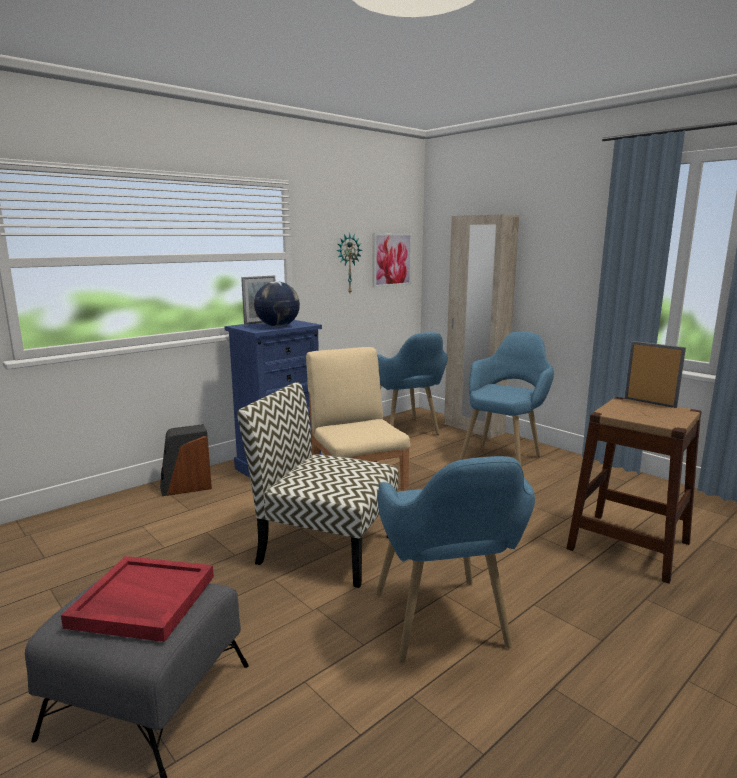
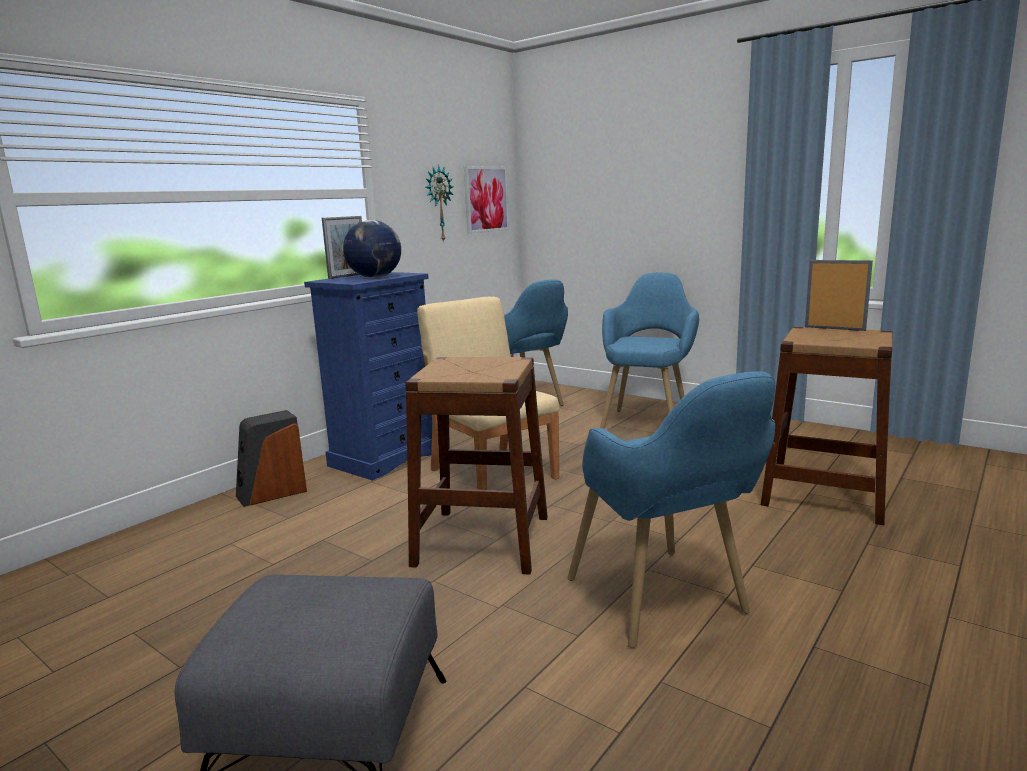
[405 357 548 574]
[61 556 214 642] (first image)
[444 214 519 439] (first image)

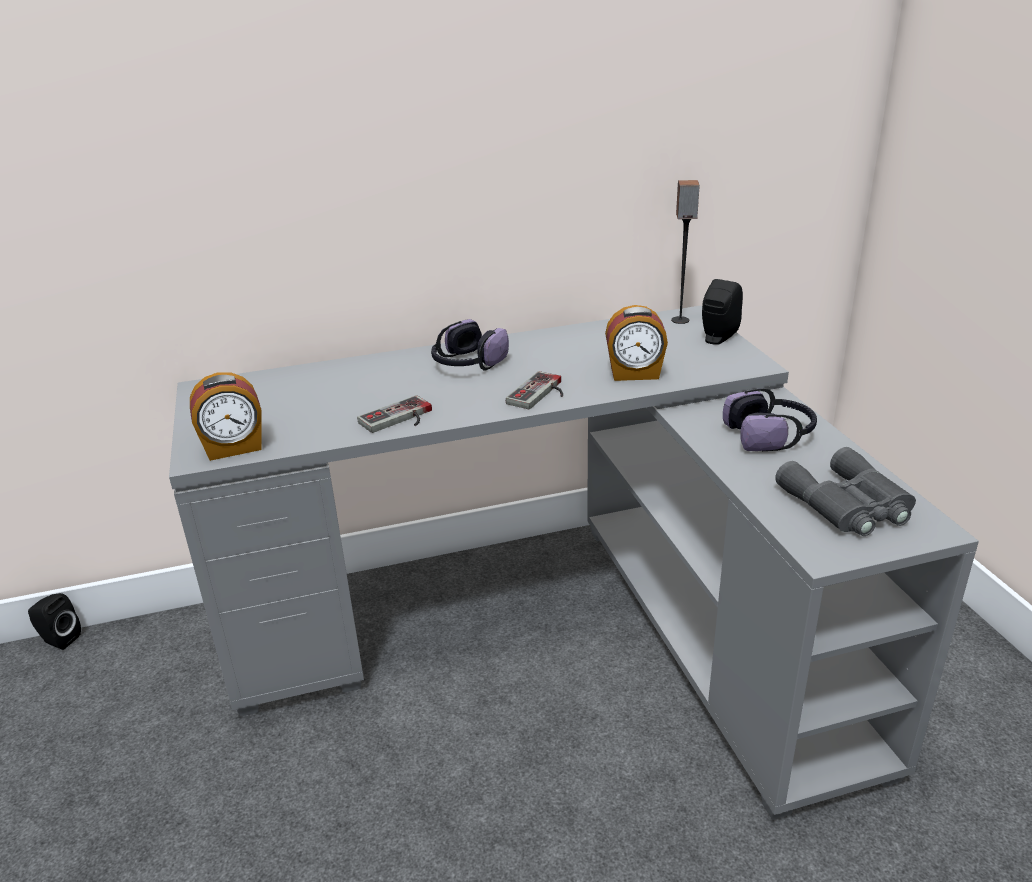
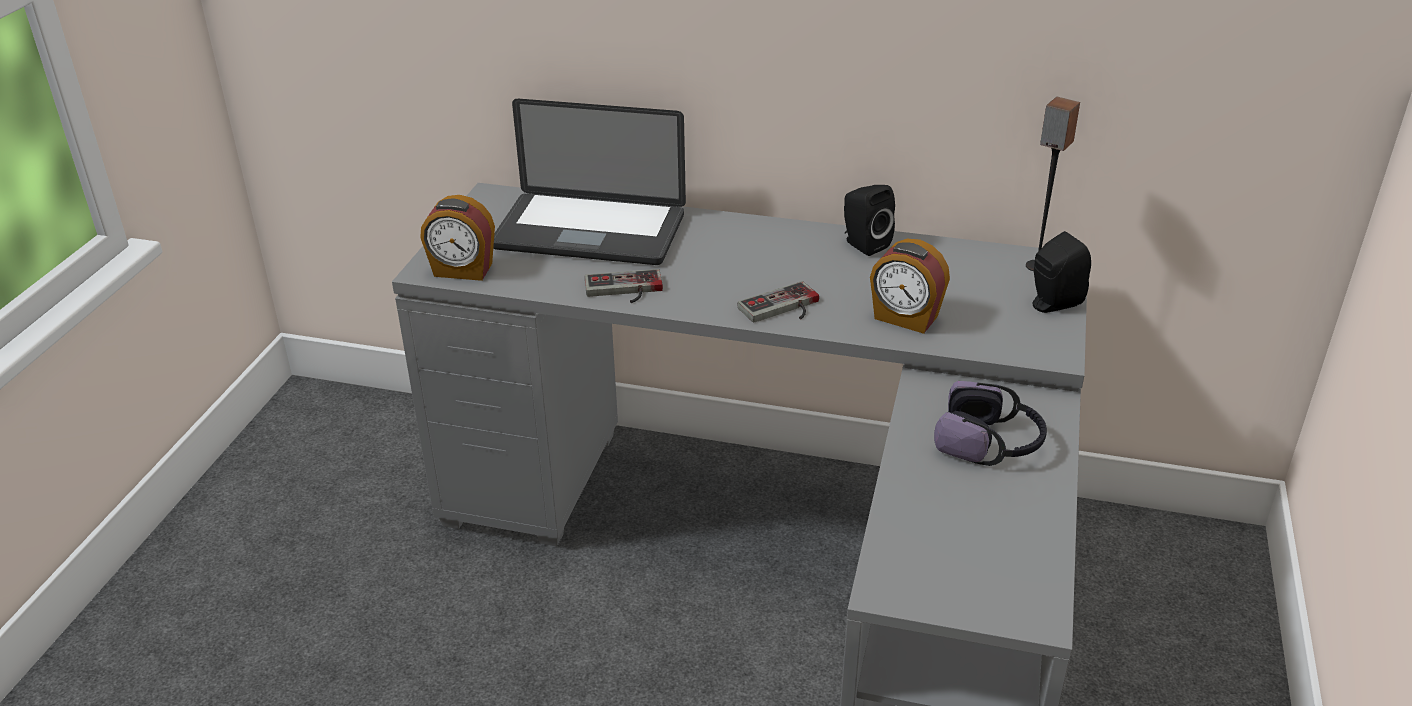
[493 99 686 265]
[844 185 895 256]
[431 319 509 371] (first image)
[775 447 916 536] (first image)

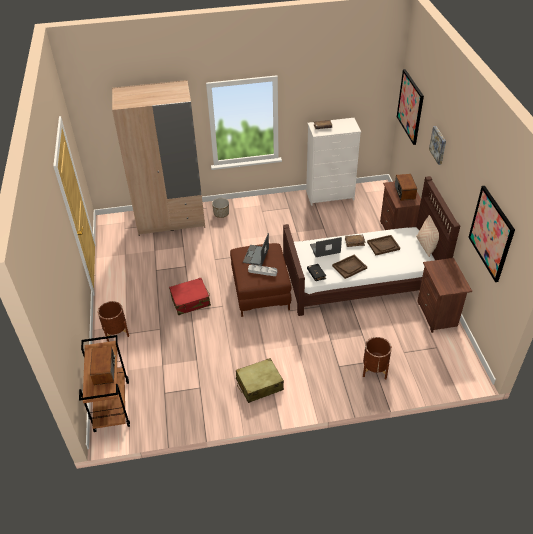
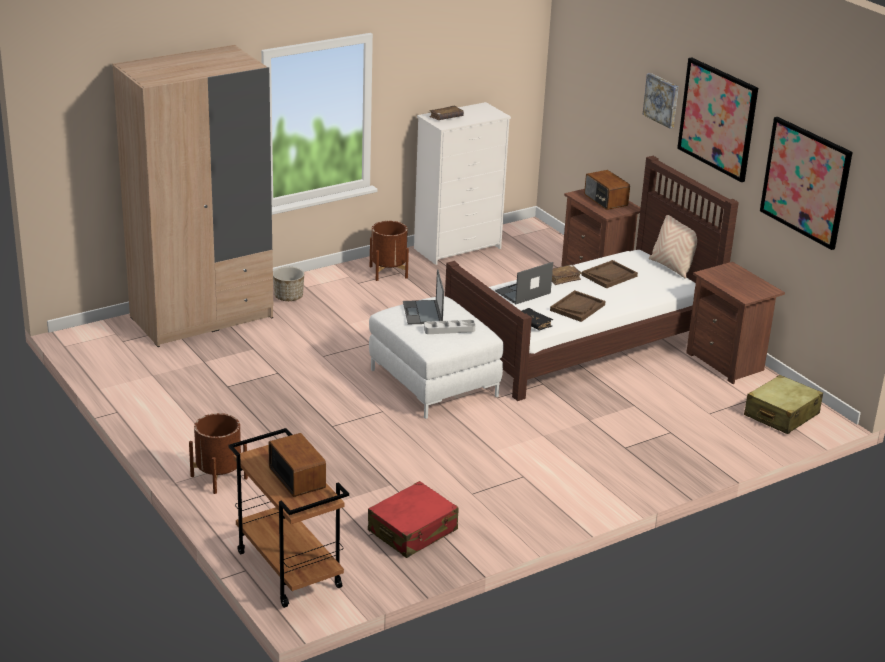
[368 481 459 558]
[369 296 504 419]
[370 221 409 281]
[677 57 758 182]
[744 375 823 434]

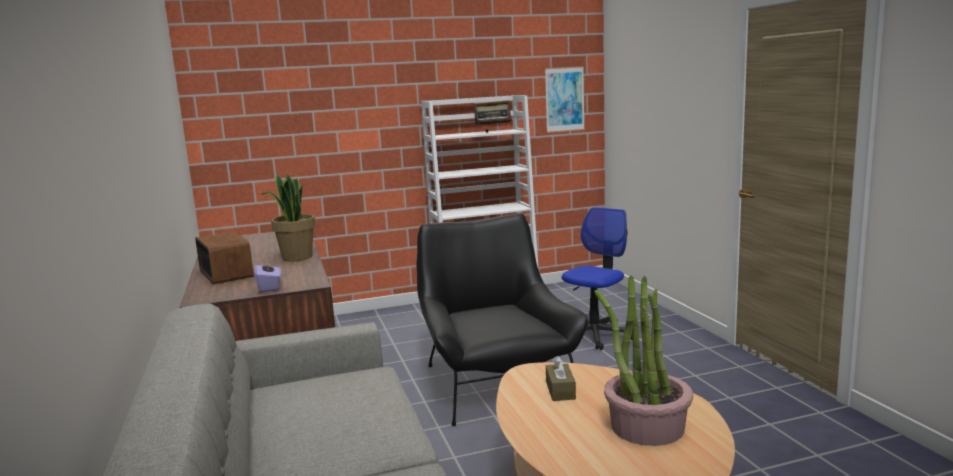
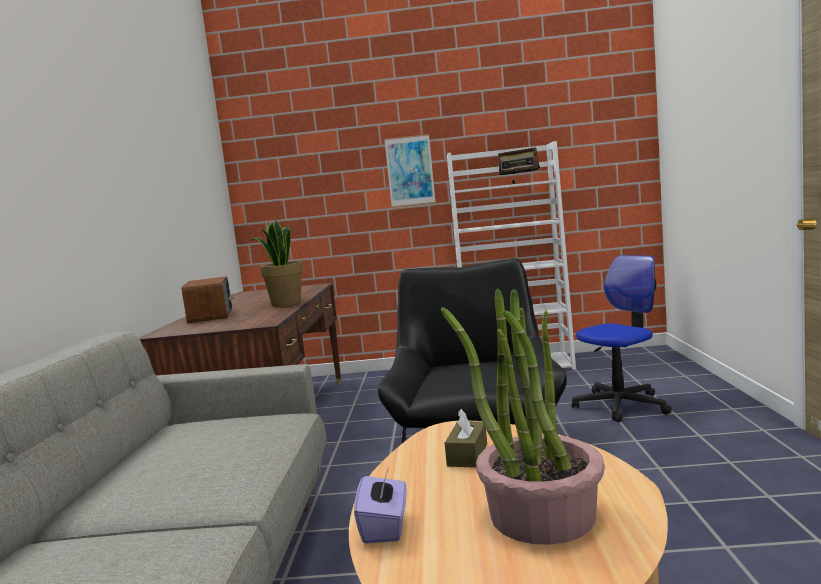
[354 467 407 544]
[384 134 436 208]

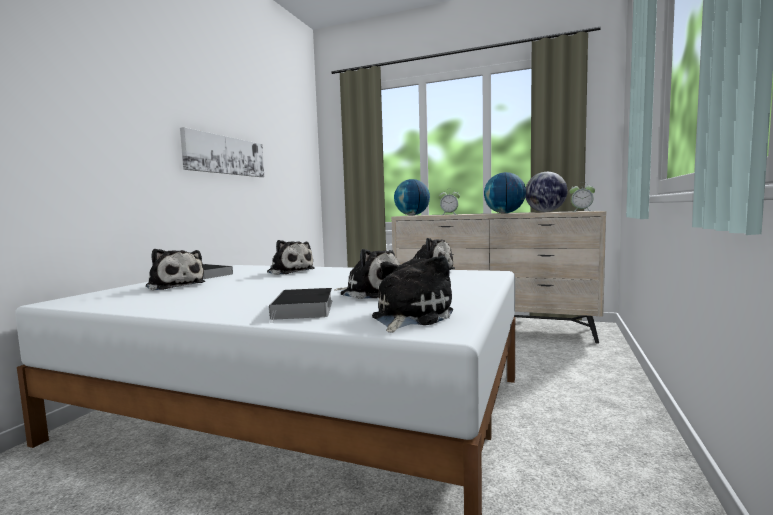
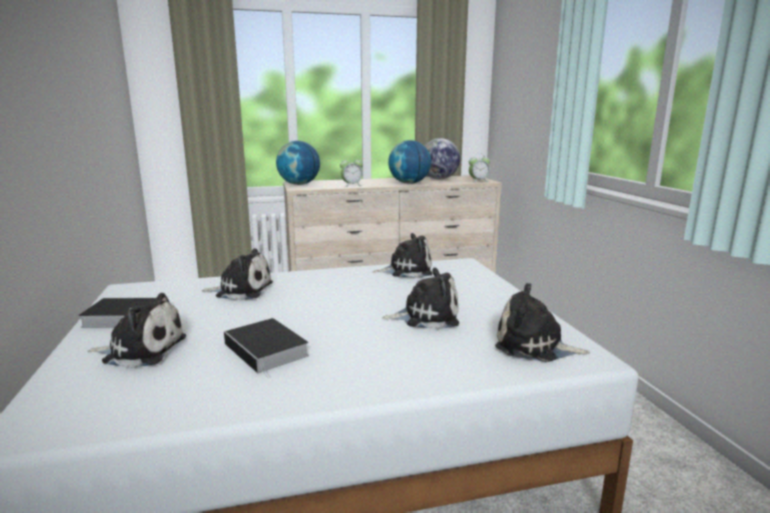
[224 318 309 378]
[495 283 590 362]
[180 127 264 177] (first image)

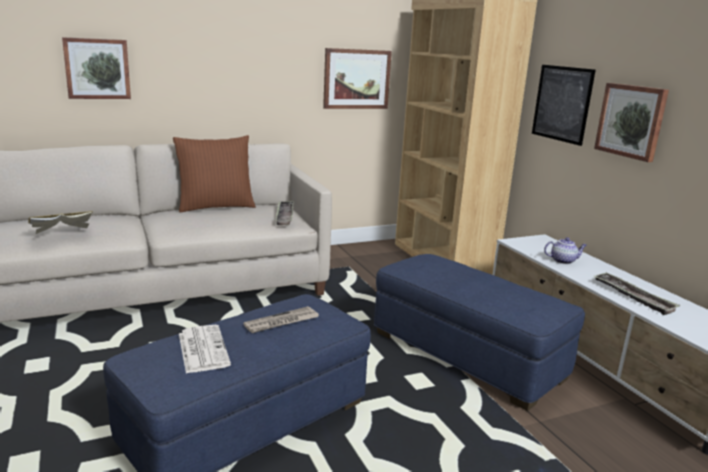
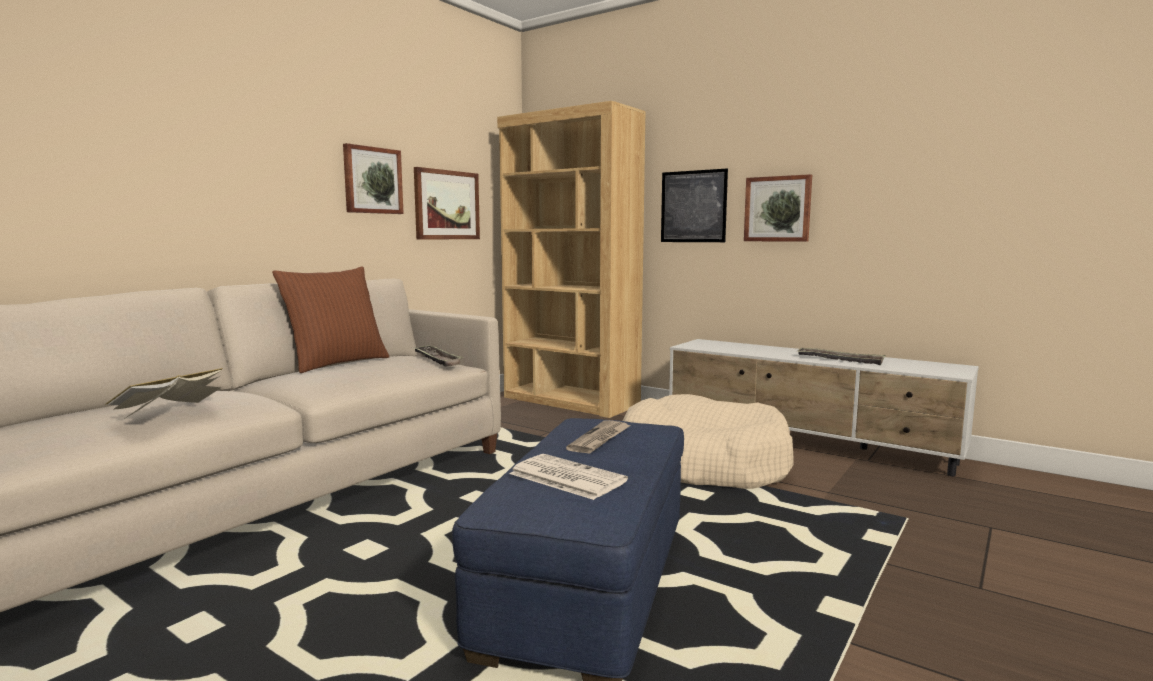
[343 143 404 214]
[622 394 794 489]
[544 237 587 264] (first image)

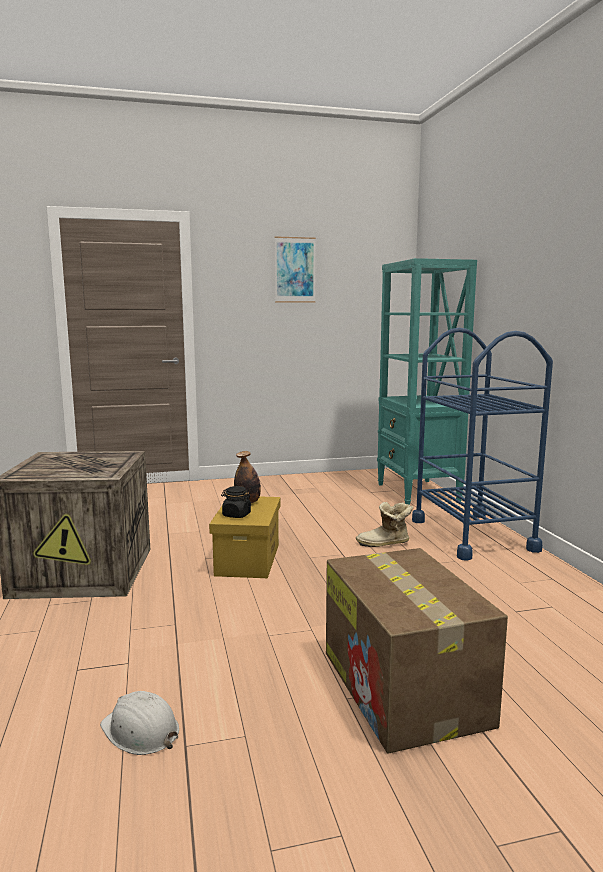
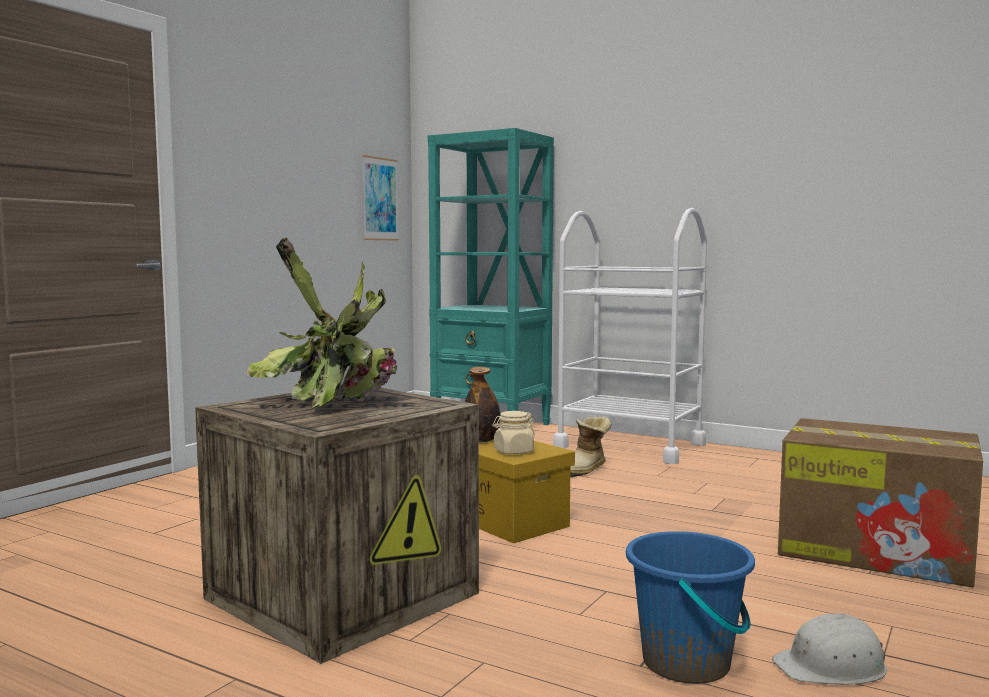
[247 237 397 409]
[362 155 399 241]
[492 411 535 454]
[553 208 707 464]
[626 531 755 684]

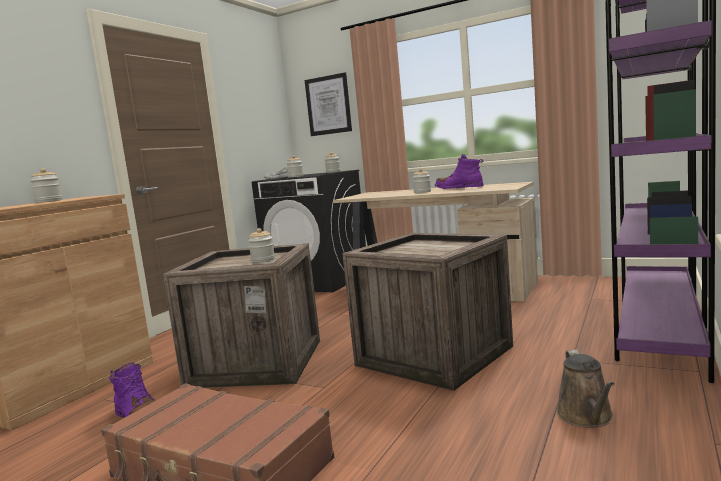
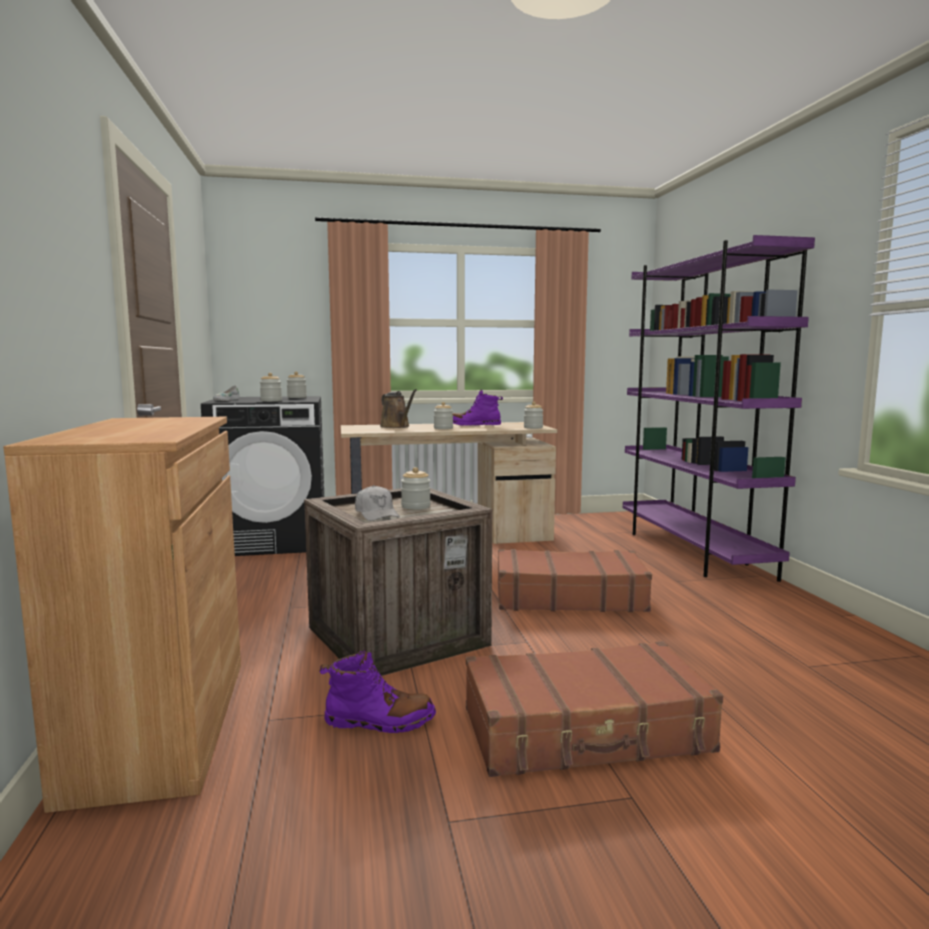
[355 485 400 521]
[380 389 417 428]
[498 549 652 612]
[524 402 543 429]
[305 72 352 136] (first image)

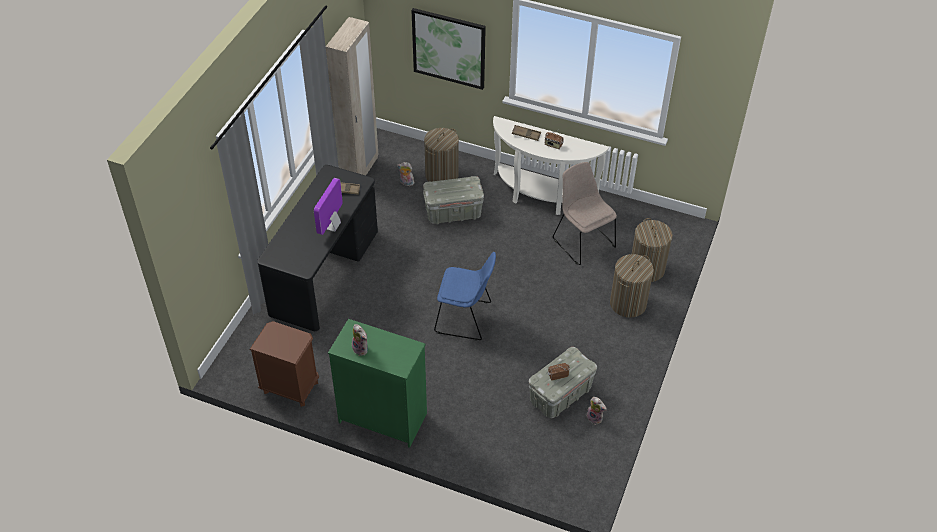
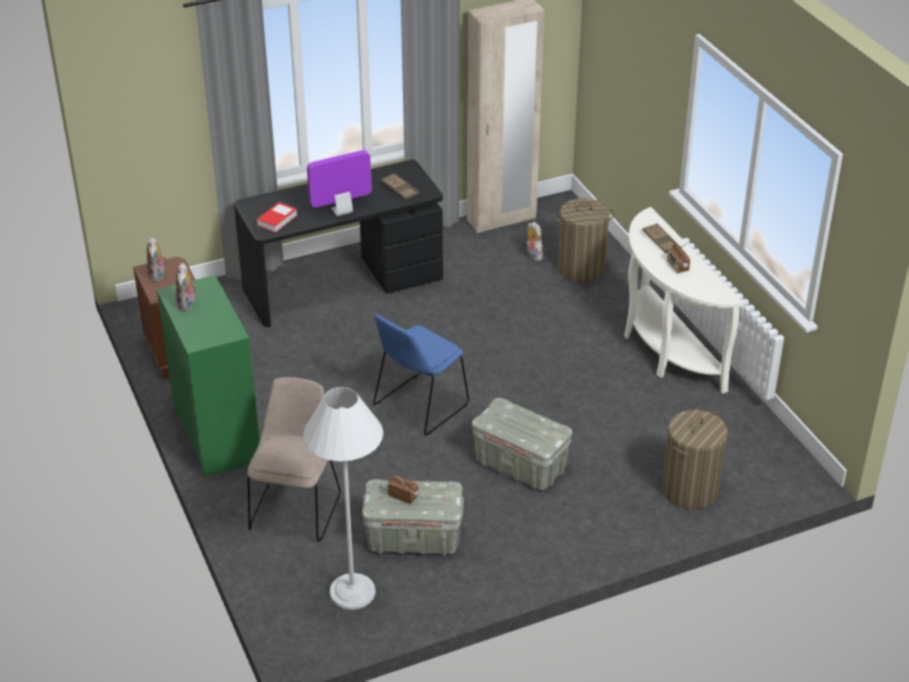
[147 237 166 282]
[247 377 341 542]
[256 202 298 233]
[303 387 383 610]
[373 314 469 435]
[472 398 572 490]
[411 8 486 90] (first image)
[610 254 654 317] (first image)

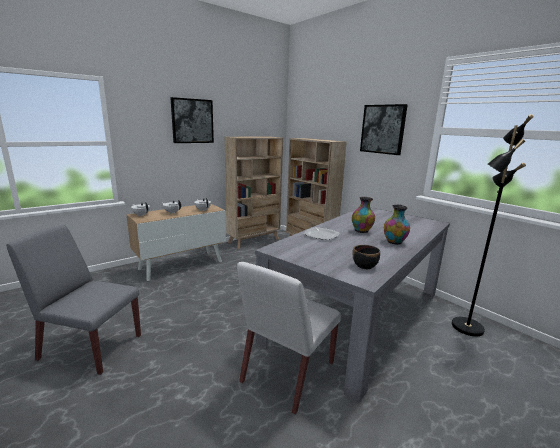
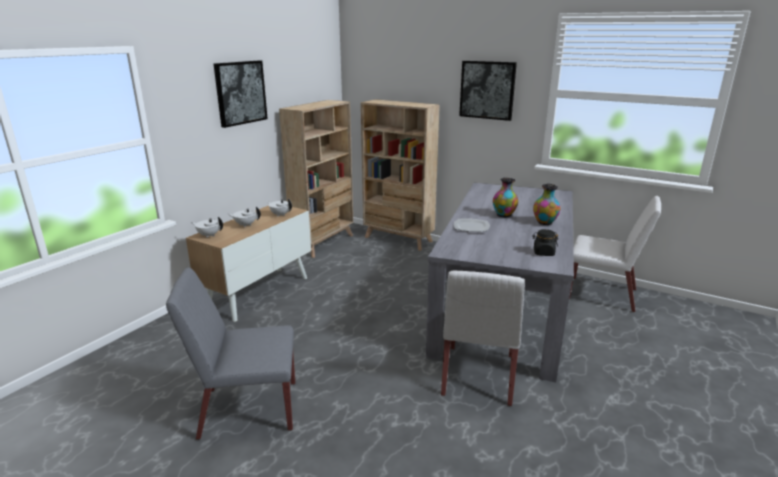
[532 229 558 256]
[569 196 661 312]

